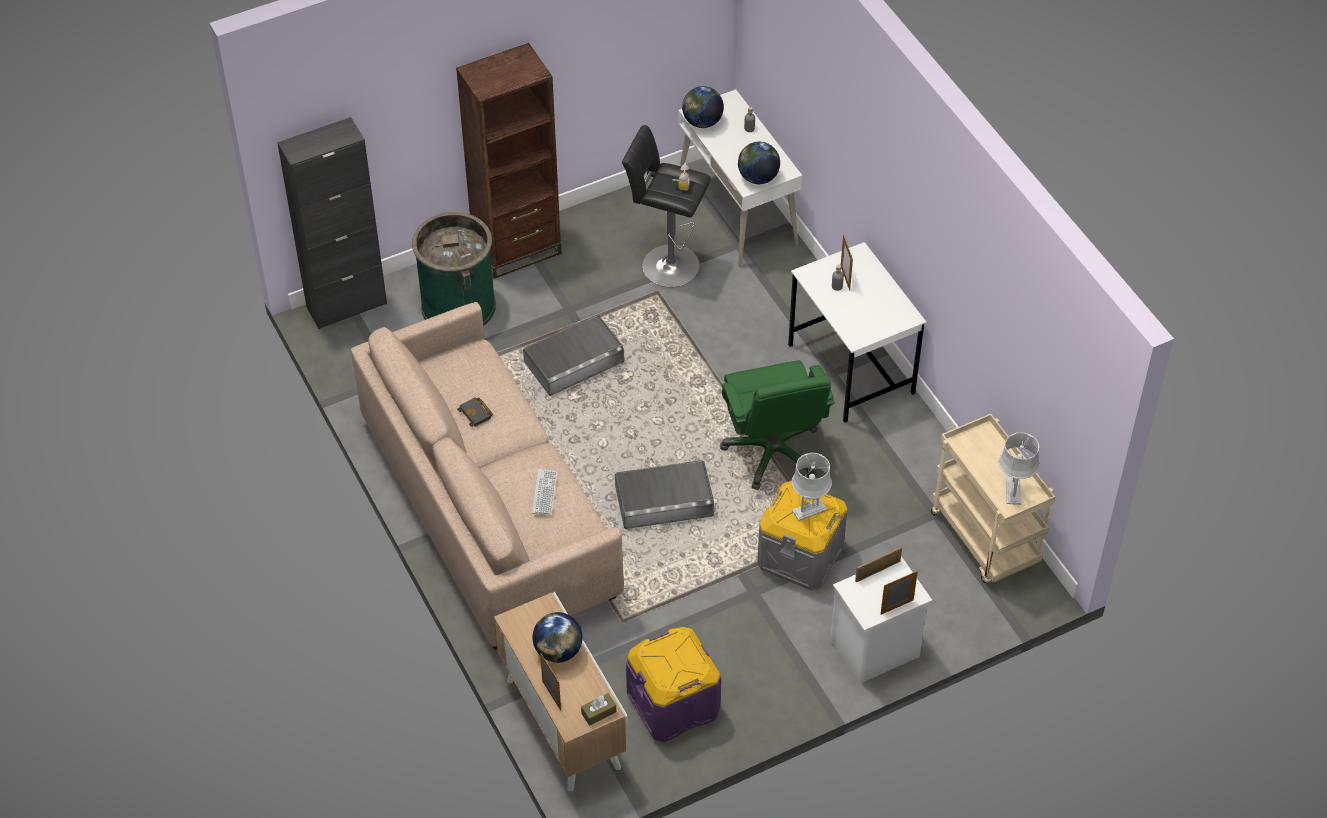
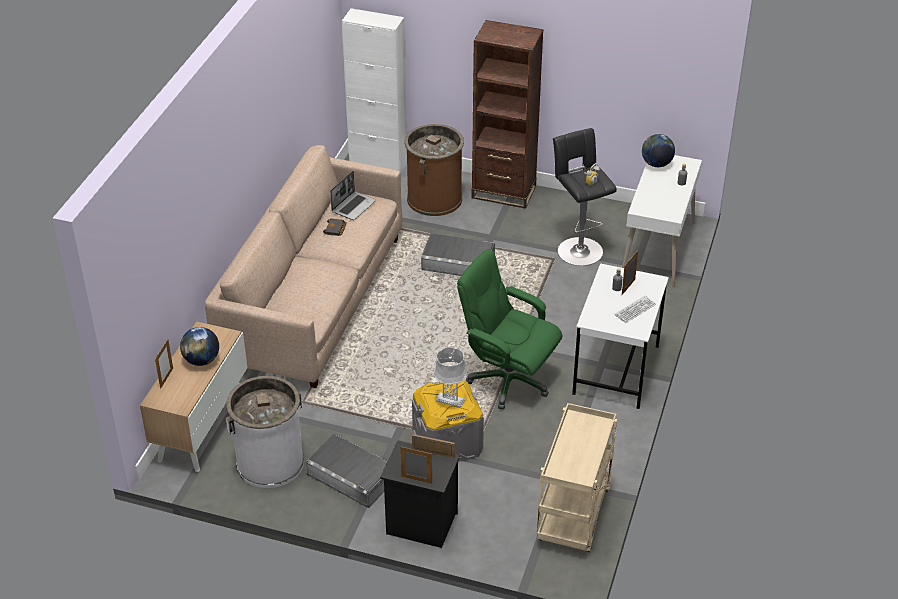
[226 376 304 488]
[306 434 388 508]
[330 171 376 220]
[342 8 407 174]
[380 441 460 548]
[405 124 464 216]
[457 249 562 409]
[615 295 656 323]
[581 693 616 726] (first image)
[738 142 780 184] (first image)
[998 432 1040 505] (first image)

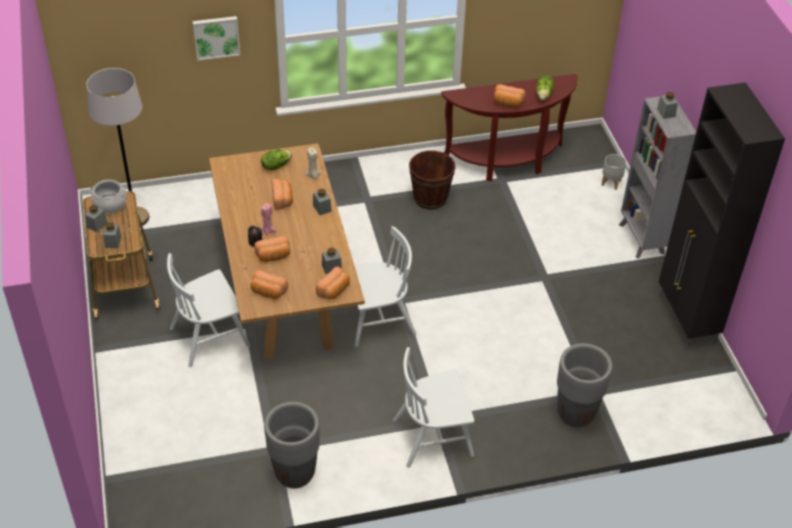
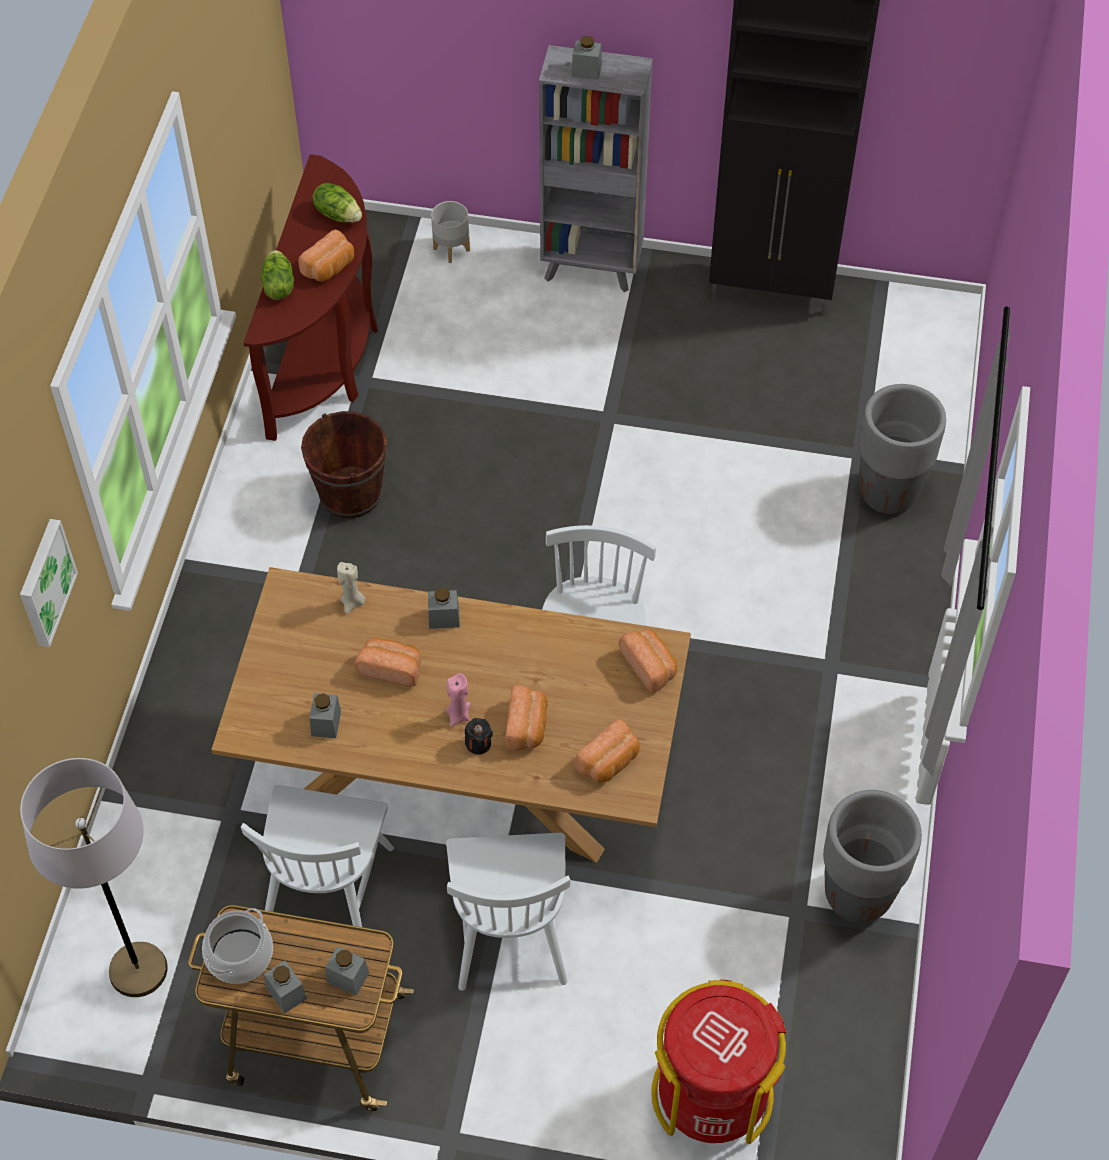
[241 785 394 947]
[261 250 294 300]
[309 693 341 738]
[651 980 787 1144]

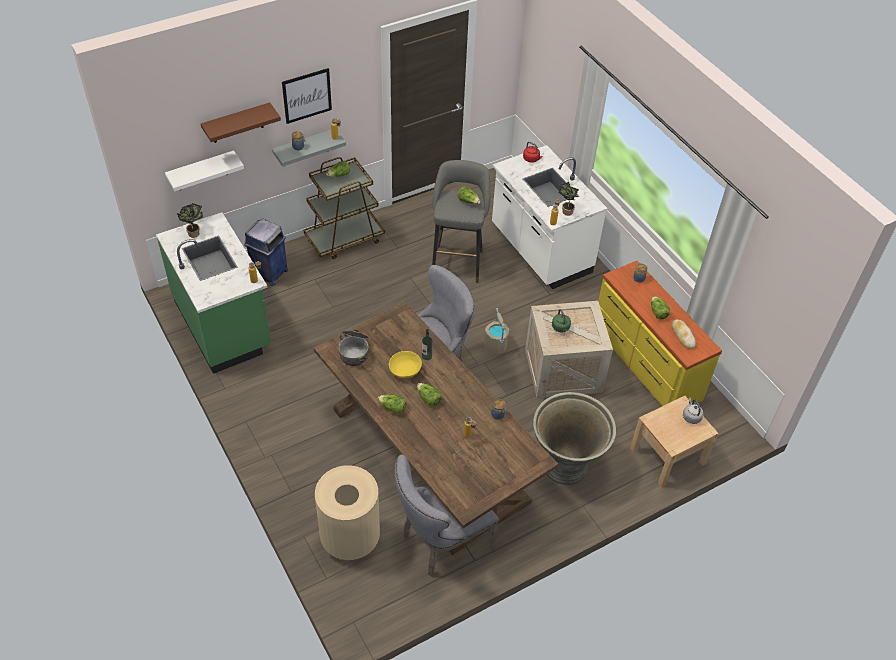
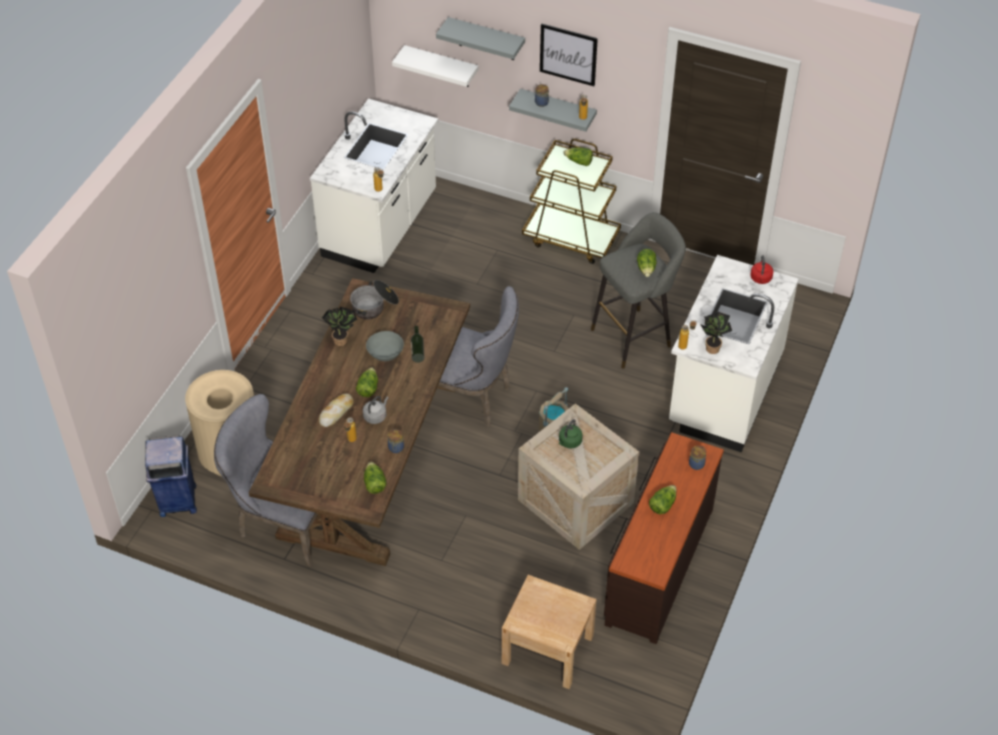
[145 435 197 517]
[310 98 438 273]
[319 394 354 427]
[322 307 357 346]
[363 396 388 424]
[364 462 386 494]
[366 331 404 361]
[436 17 525 60]
[604 432 724 644]
[533 392 616 485] (first image)

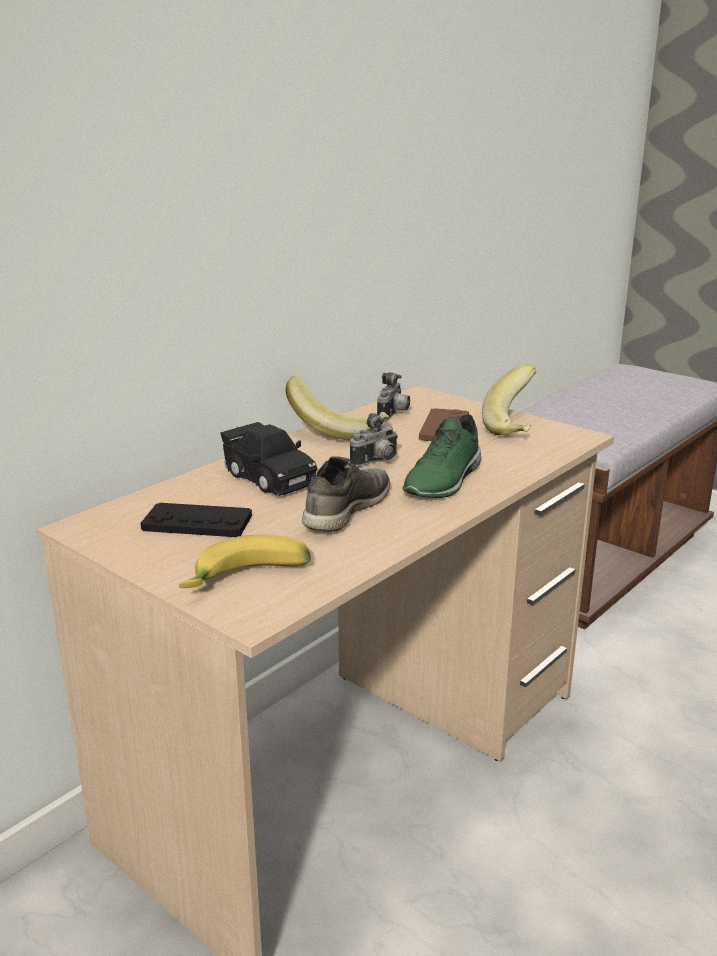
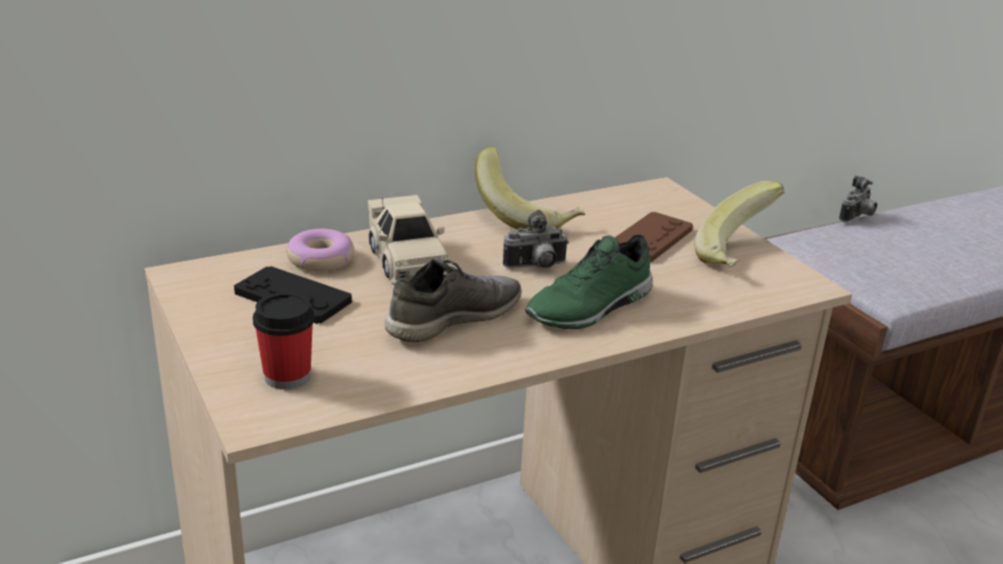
[253 292 314 390]
[286 229 354 272]
[368 195 448 285]
[839 176 877 222]

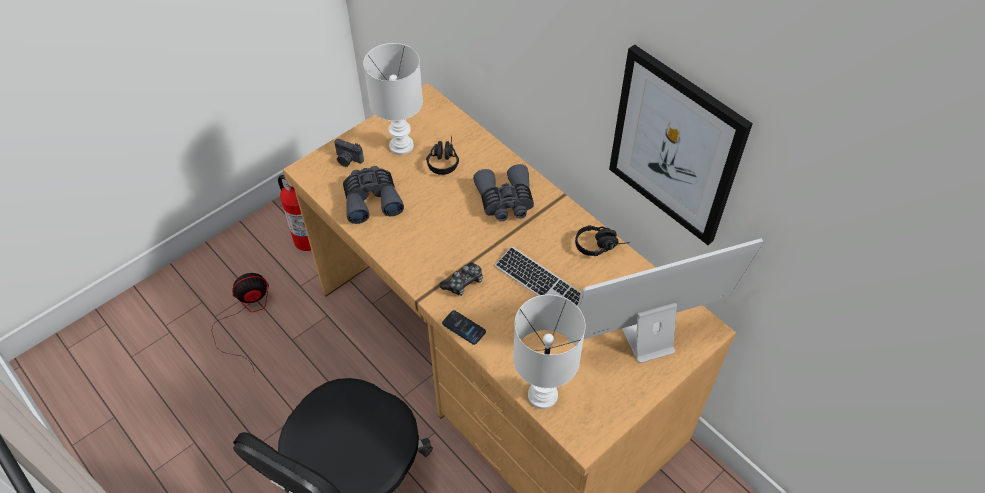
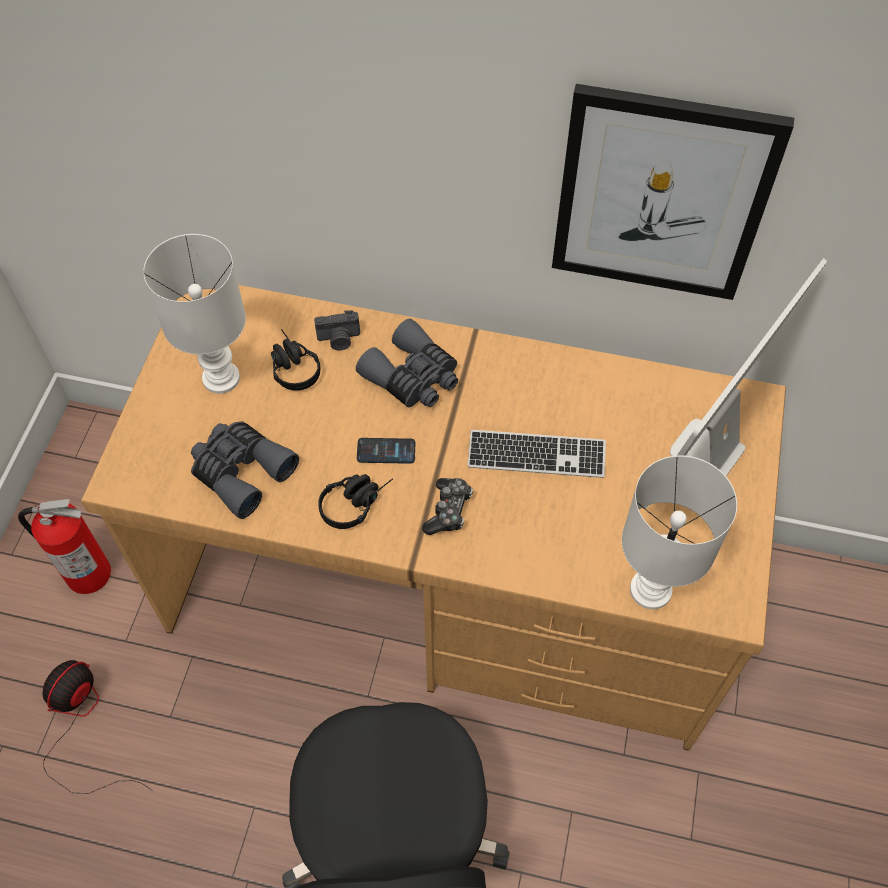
[314 310 360 350]
[318 474 393 529]
[357 438 415 464]

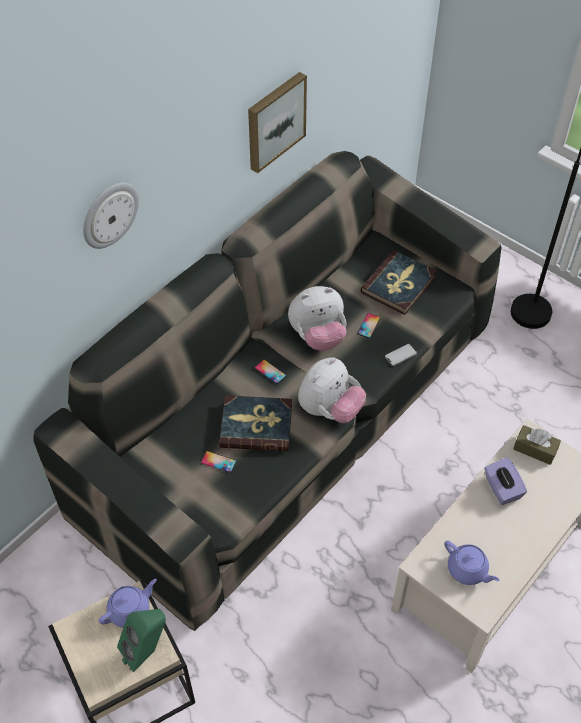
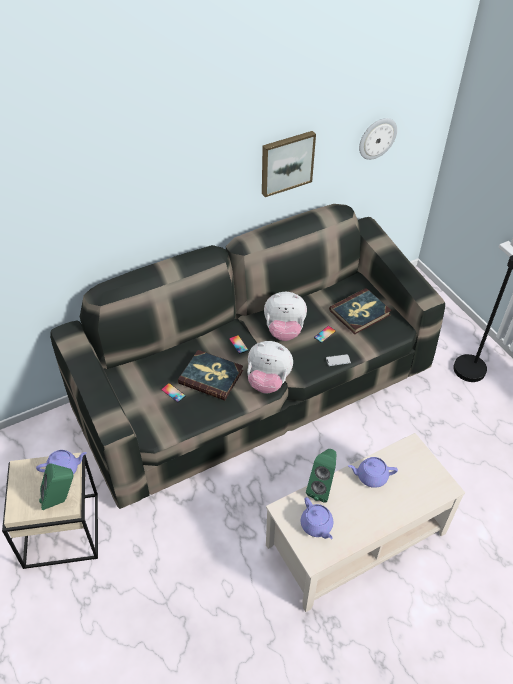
[247 341 293 394]
[306 449 337 503]
[348 457 398 488]
[359 118 397 160]
[513 425 561 465] (first image)

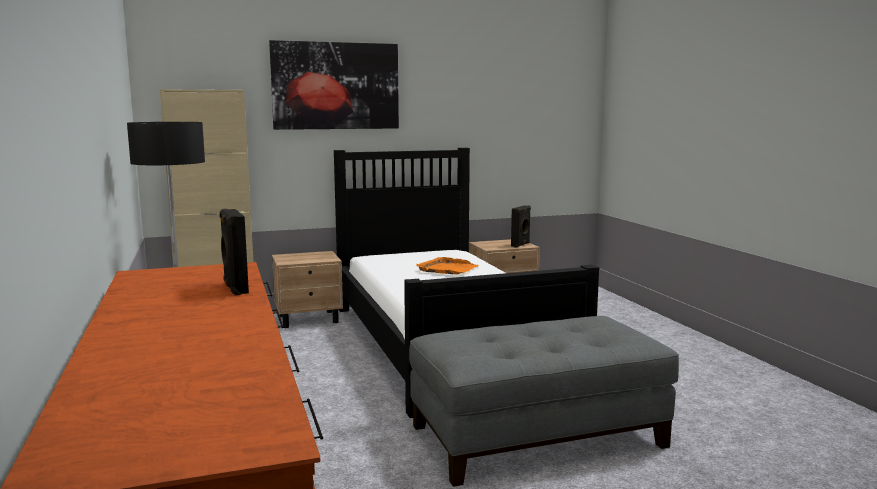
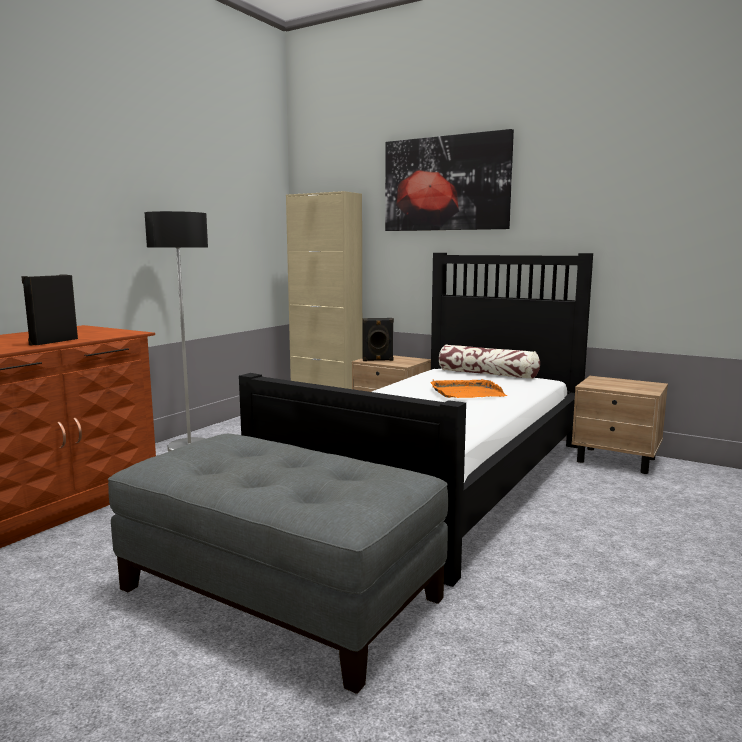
[362 318 394 361]
[439 344 540 379]

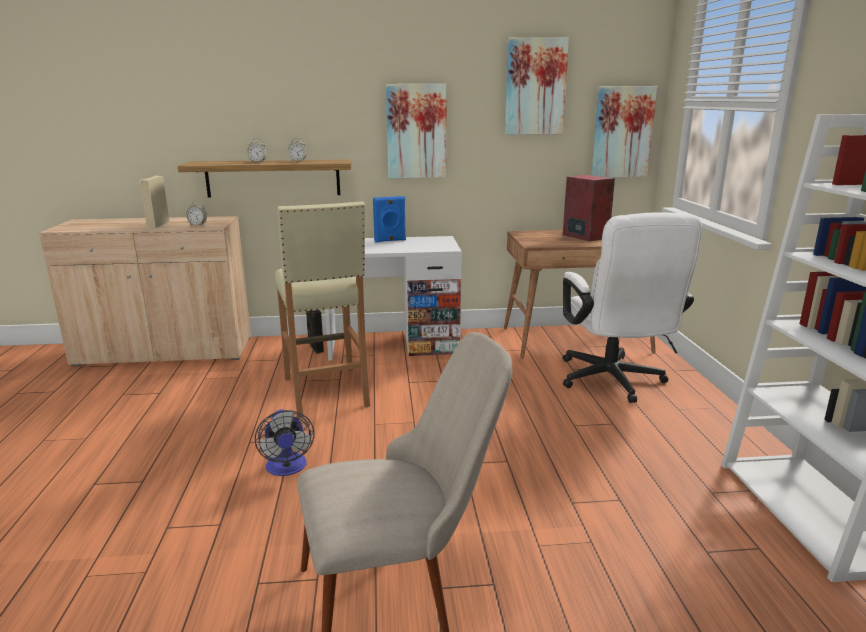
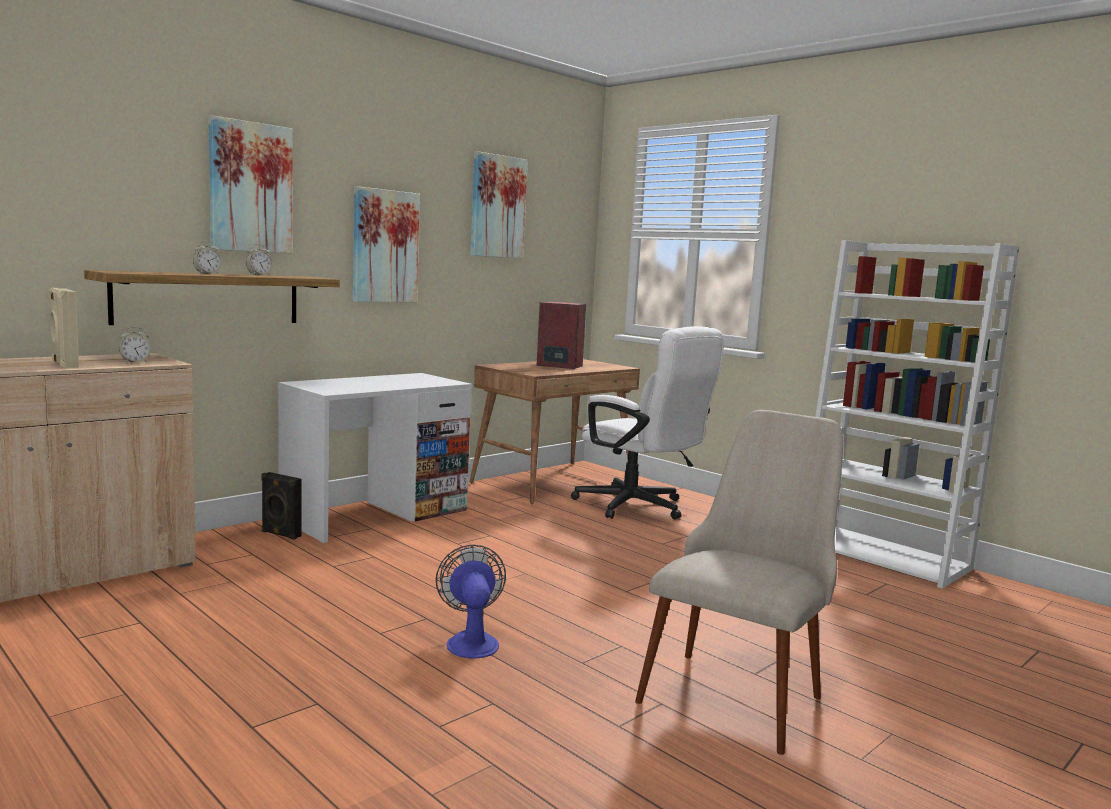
[209 115 293 253]
[436 545 506 659]
[275 201 370 418] (first image)
[373 196 406 242] (first image)

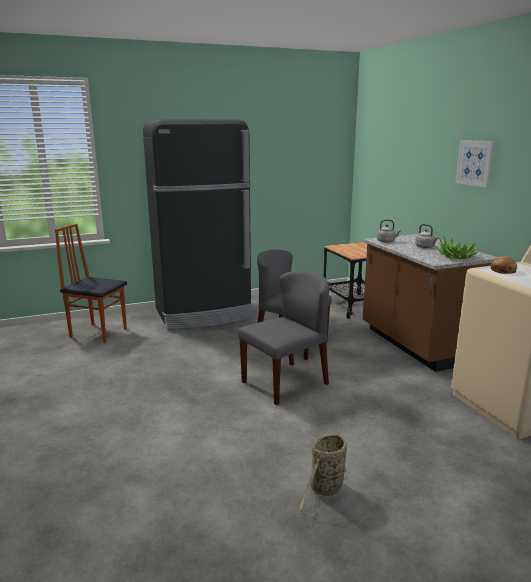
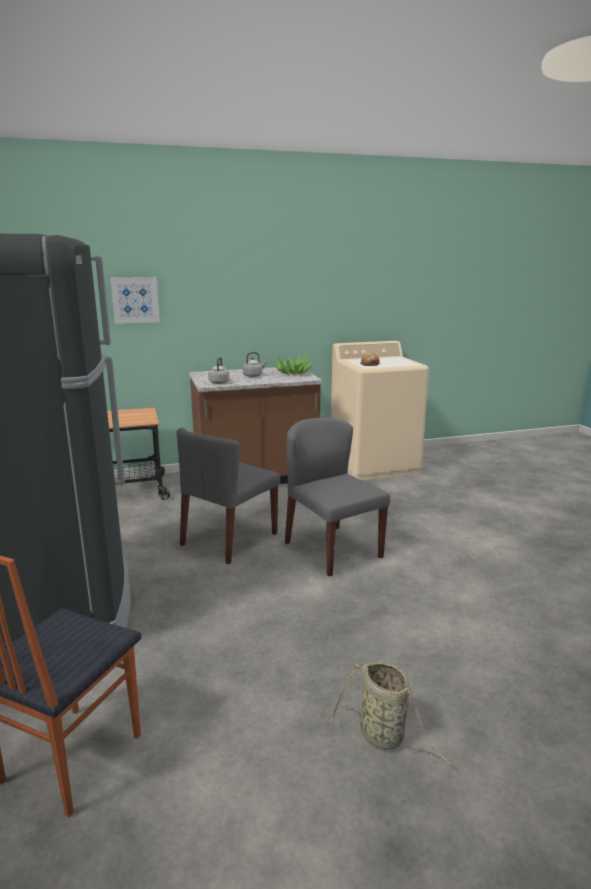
[110 277 160 324]
[330 662 451 765]

